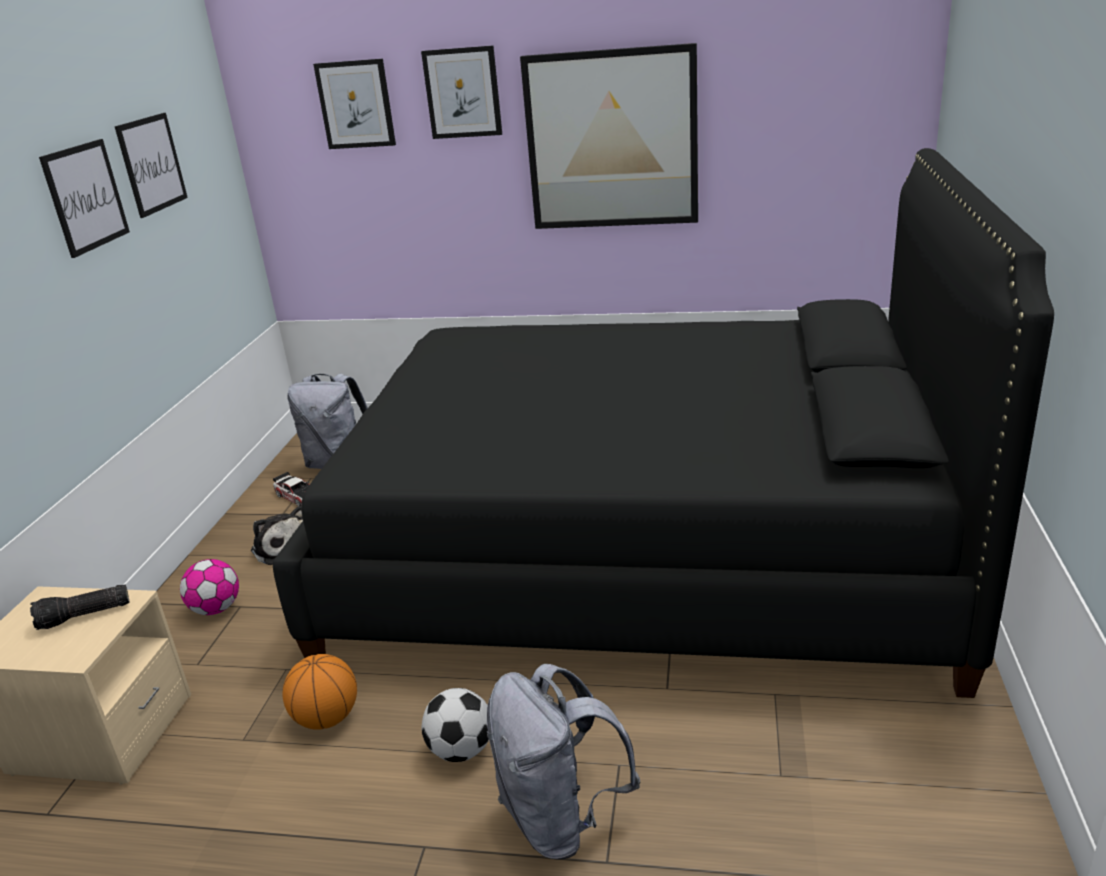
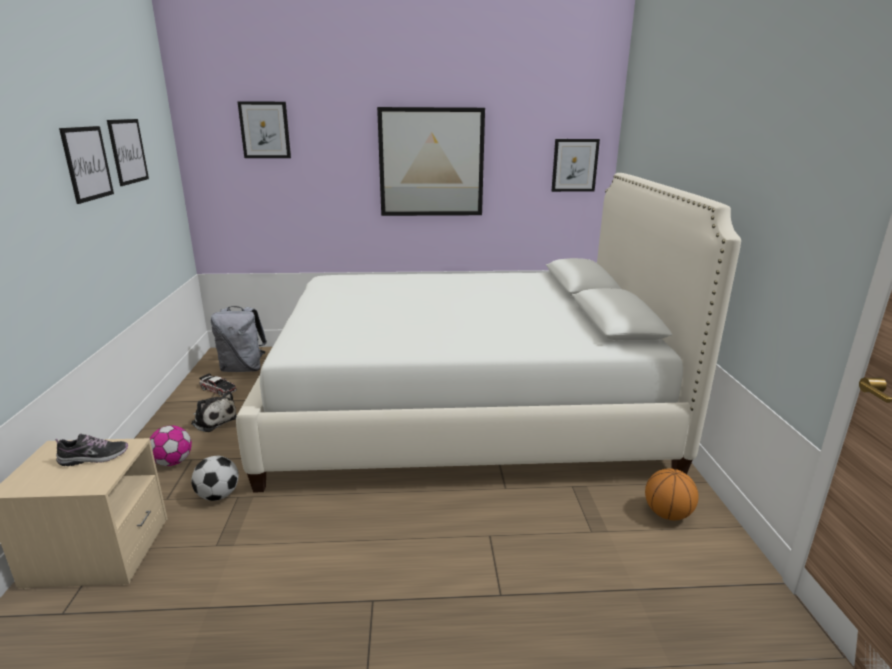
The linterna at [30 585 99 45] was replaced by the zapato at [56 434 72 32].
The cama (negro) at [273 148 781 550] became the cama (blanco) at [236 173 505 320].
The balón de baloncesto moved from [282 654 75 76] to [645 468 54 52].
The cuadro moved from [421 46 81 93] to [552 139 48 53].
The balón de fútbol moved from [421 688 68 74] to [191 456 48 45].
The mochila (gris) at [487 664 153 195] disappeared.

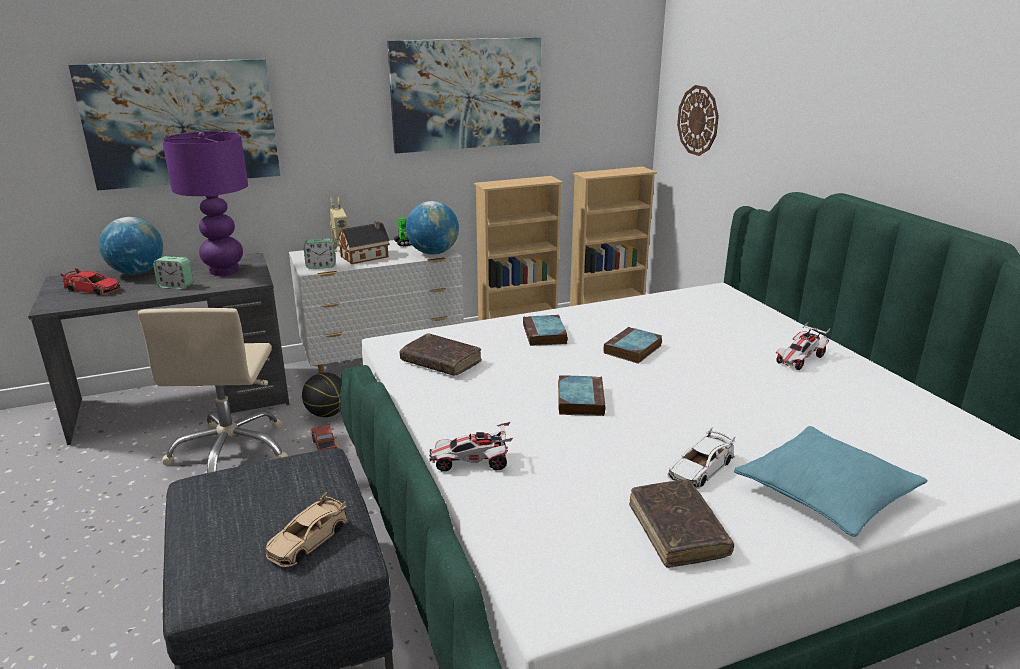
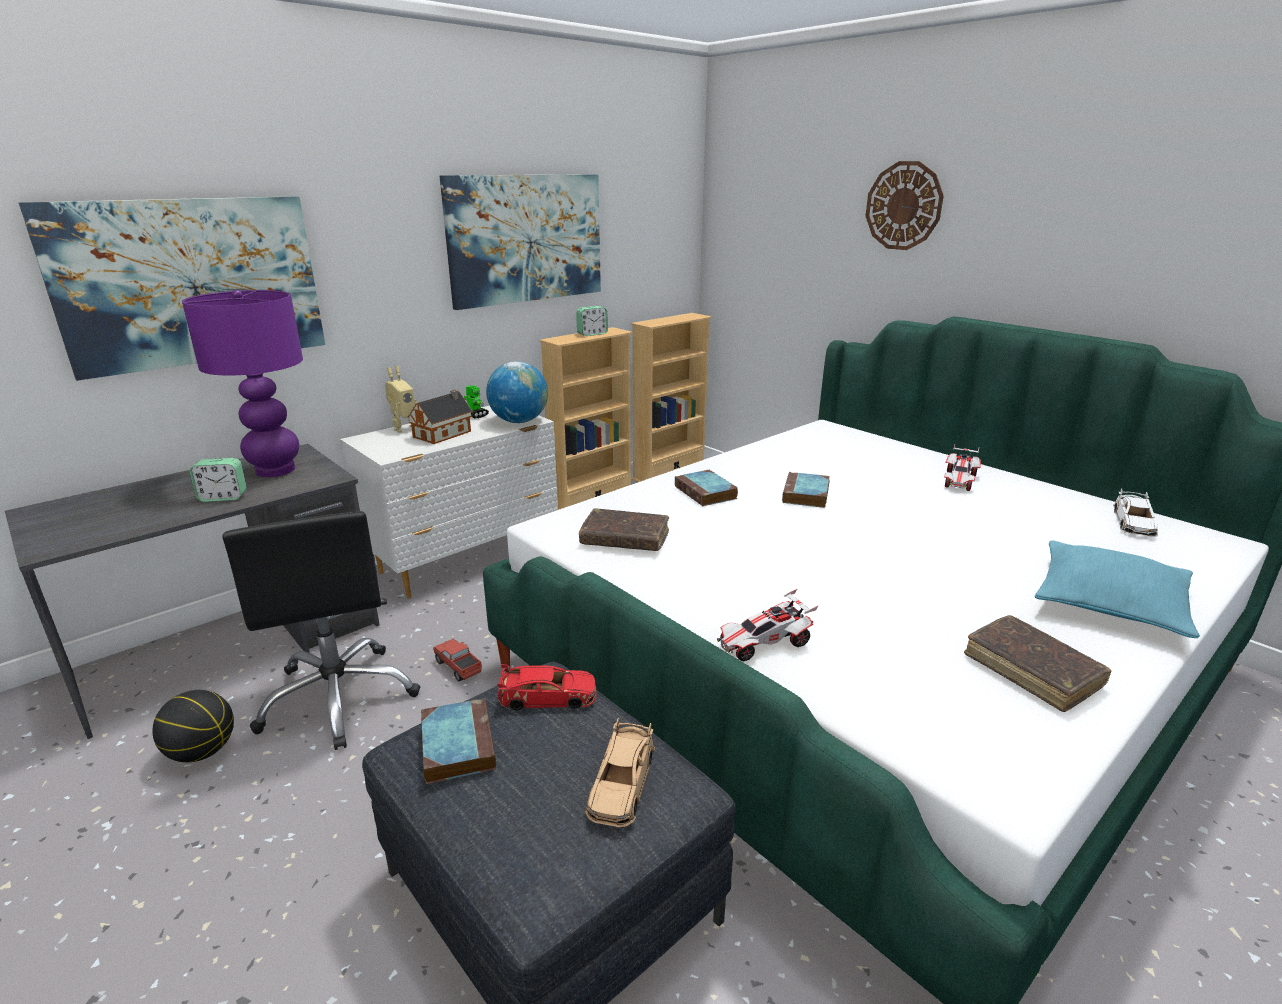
The coche de juguete (rojo) moved from [61 268 60 27] to [497 664 99 46].
The globo terráqueo at [99 217 64 58] disappeared.
The silla de oficina (beis) at [138 308 150 165] became the silla de oficina (negro) at [222 511 198 239].
The balón de baloncesto moved from [302 372 39 45] to [152 690 82 72].
The despertador moved from [303 238 33 31] to [576 306 32 30].
The libro moved from [558 375 47 41] to [421 698 75 86].
The coche de juguete (blanco) moved from [667 427 69 62] to [1113 489 45 48].
The reloj de pared moved from [677 85 42 71] to [866 161 78 89].

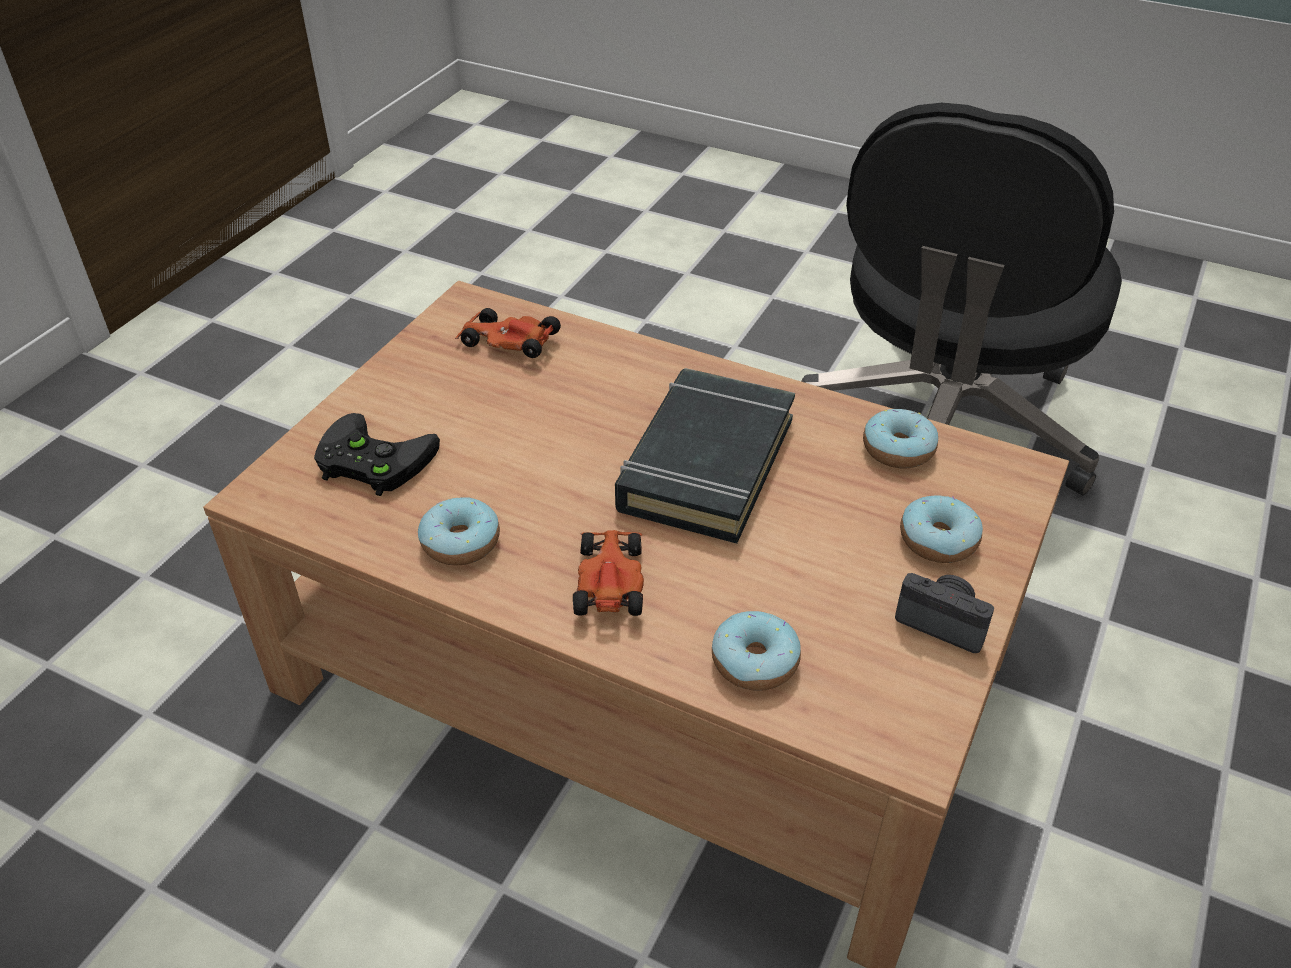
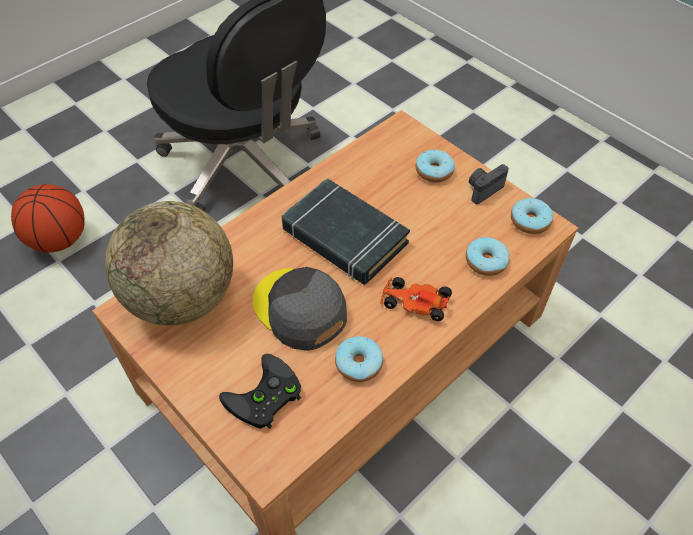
The coche de juguete at [455 308 106 50] was replaced by the globo terráqueo at [105 201 128 125].
The rosquilla moved from [863 409 75 60] to [511 198 42 36].
The balón de baloncesto at [11 184 74 69] appeared.
The gorra (gris) at [253 267 94 84] appeared.

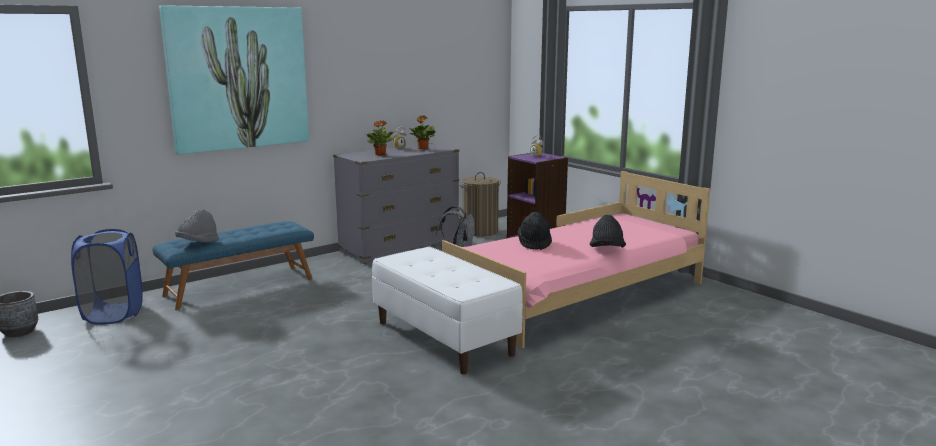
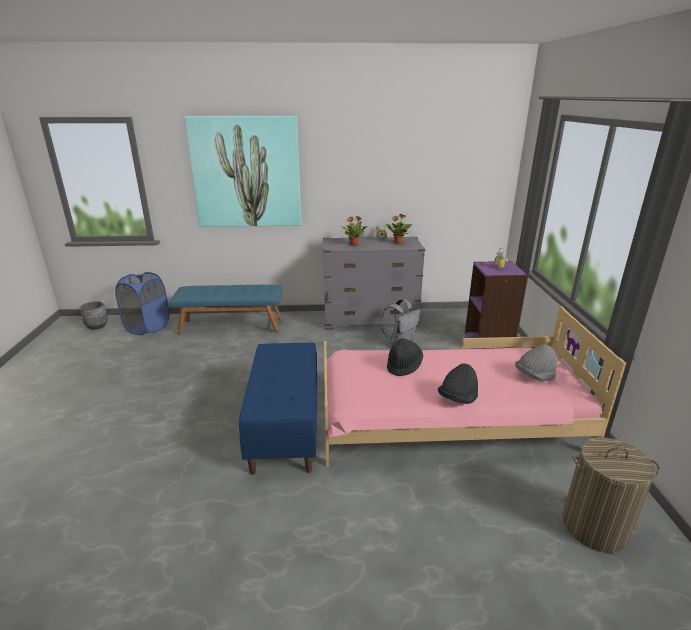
The sombrero (gris) moved from [175 209 44 33] to [515 344 42 37].
The banco (blanco) at [372 247 151 127] became the banco (azul) at [239 343 78 132].
The cesto de la ropa moved from [460 172 41 65] to [563 437 97 116].

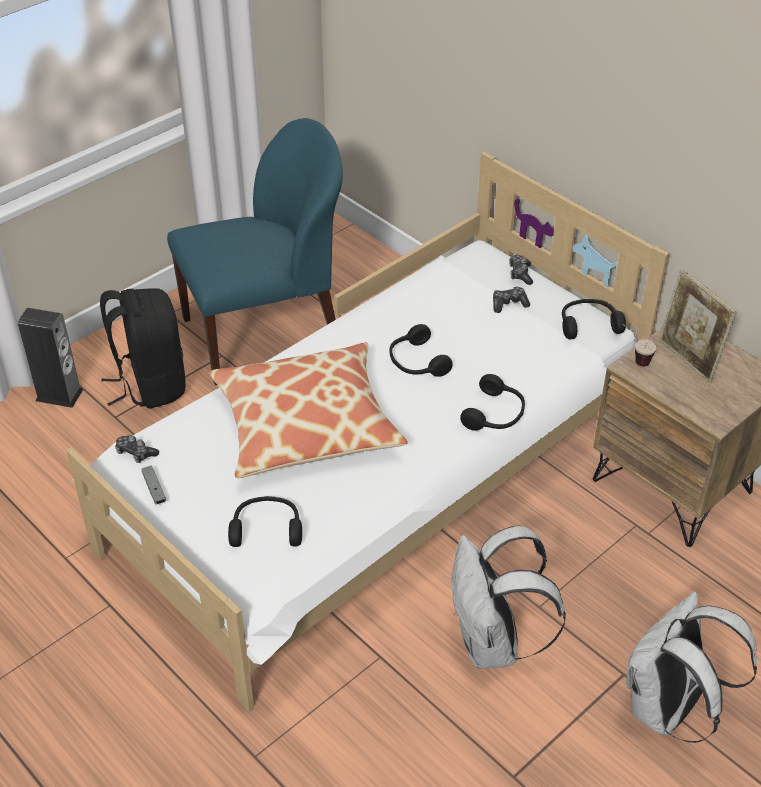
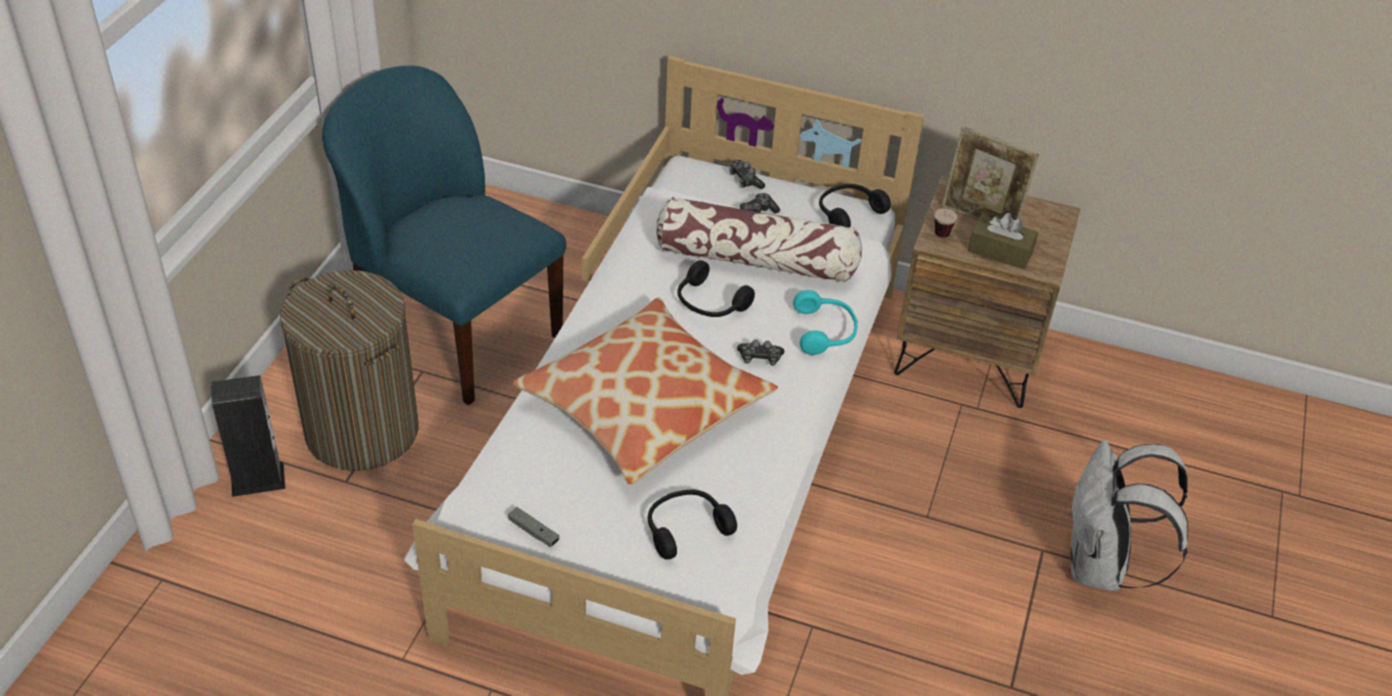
The mochila (negro) at [100 288 86 121] was replaced by the cesto de la ropa at [280 270 139 201].
The mando de consola moved from [115 435 44 28] to [737 340 47 26].
The silla (azul) at [167 118 176 267] turned 90 degrees counterclockwise.
The mochila (blanco) at [451 526 115 143] disappeared.
The auriculares (negro) at [460 374 65 57] became the auriculares (turquesa) at [793 290 65 65].
The cojín at [656 197 206 86] appeared.
The caja de pañuelos (marrón) at [968 213 70 56] appeared.

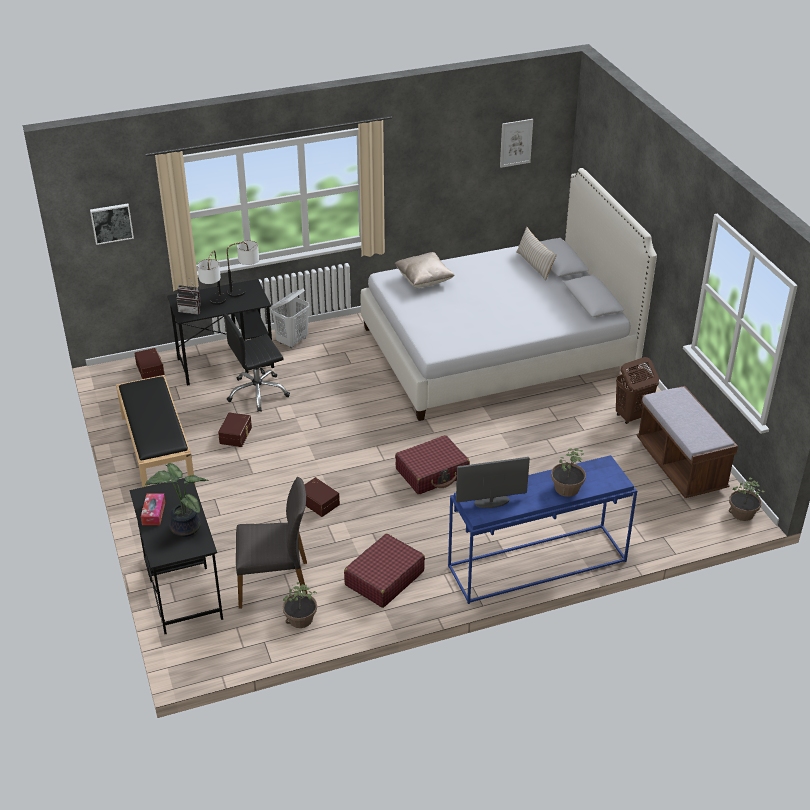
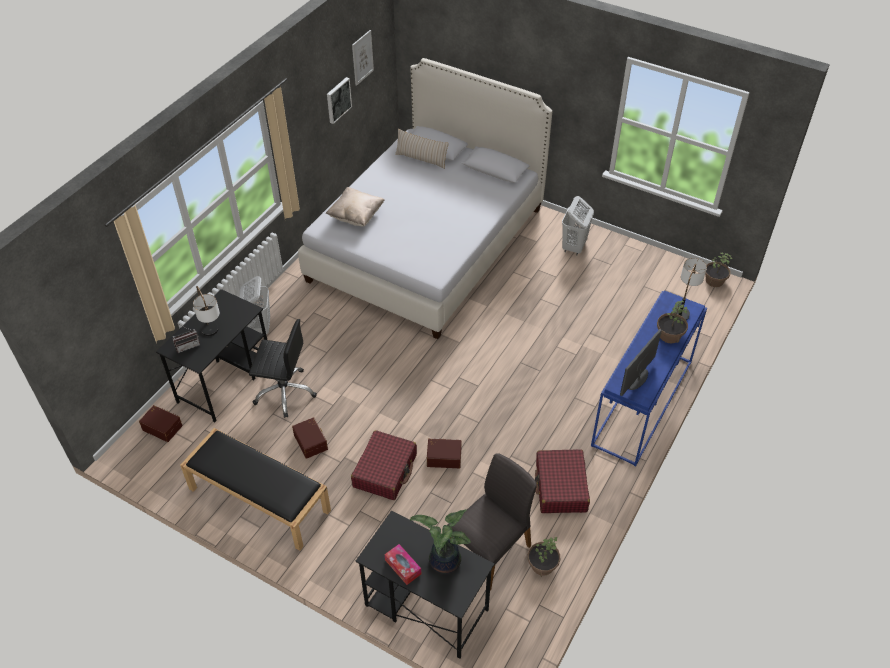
The cuadro moved from [90 203 44 42] to [327 77 25 47].
The radio at [176 287 24 28] disappeared.
The silla de oficina (negro) at [224 314 66 98] turned 105 degrees counterclockwise.
The lámpara de mesa moved from [227 240 32 57] to [675 258 32 63].
The maleta (rojo) moved from [395 435 75 59] to [351 430 66 70].
The cesto de la ropa (marrón) at [616 357 43 67] became the cesto de la ropa (blanco) at [562 196 32 59].
The banco (marrón) at [636 386 102 112] disappeared.

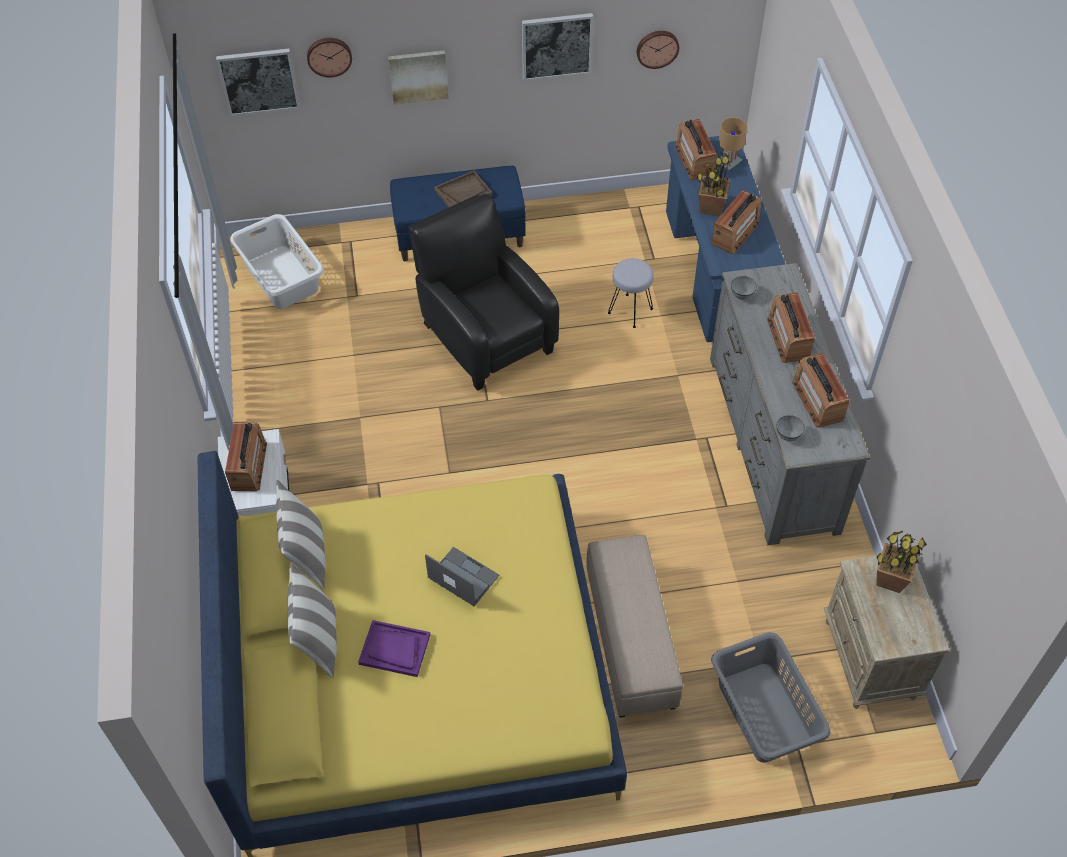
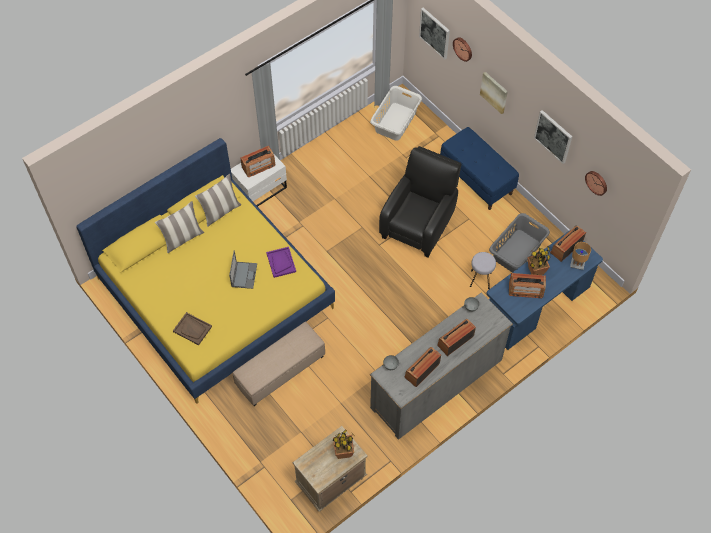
The bandeja (morado) moved from [358 620 72 57] to [266 247 30 31].
The bandeja (marrón) moved from [434 171 58 37] to [173 312 39 33].
The cesto de la ropa (gris) moved from [711 632 119 131] to [489 213 61 59].

